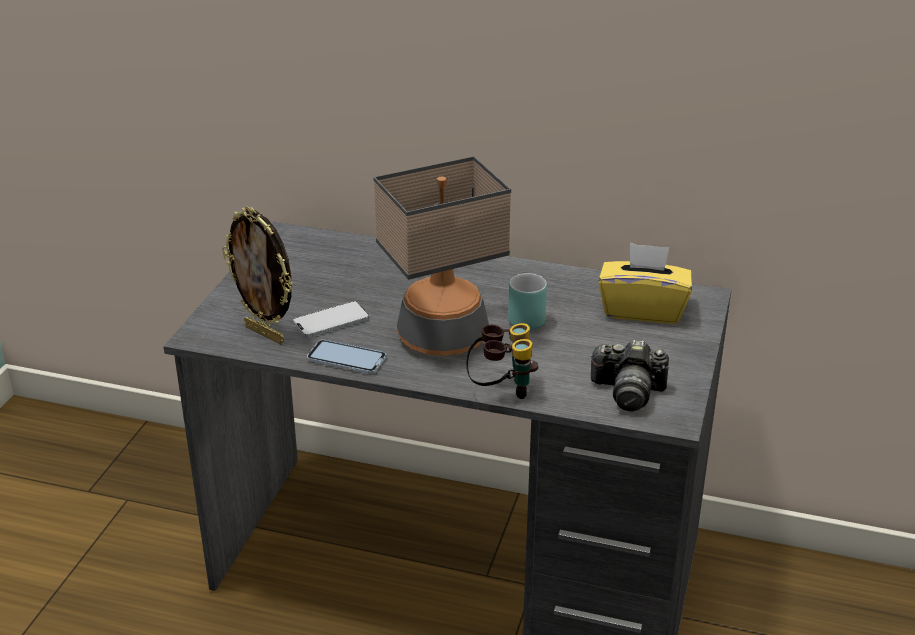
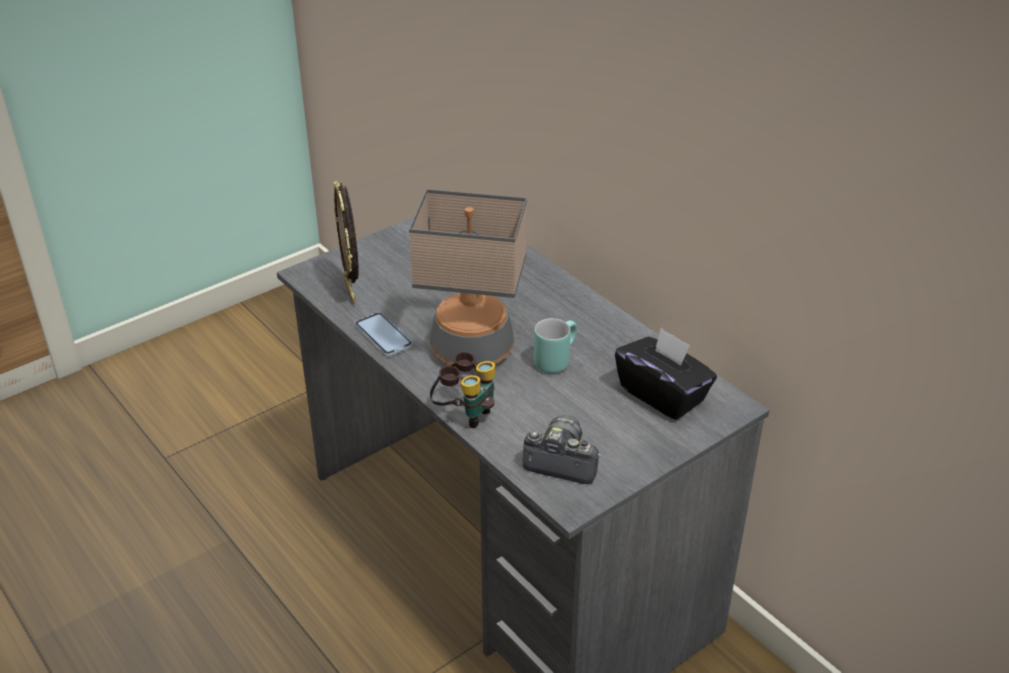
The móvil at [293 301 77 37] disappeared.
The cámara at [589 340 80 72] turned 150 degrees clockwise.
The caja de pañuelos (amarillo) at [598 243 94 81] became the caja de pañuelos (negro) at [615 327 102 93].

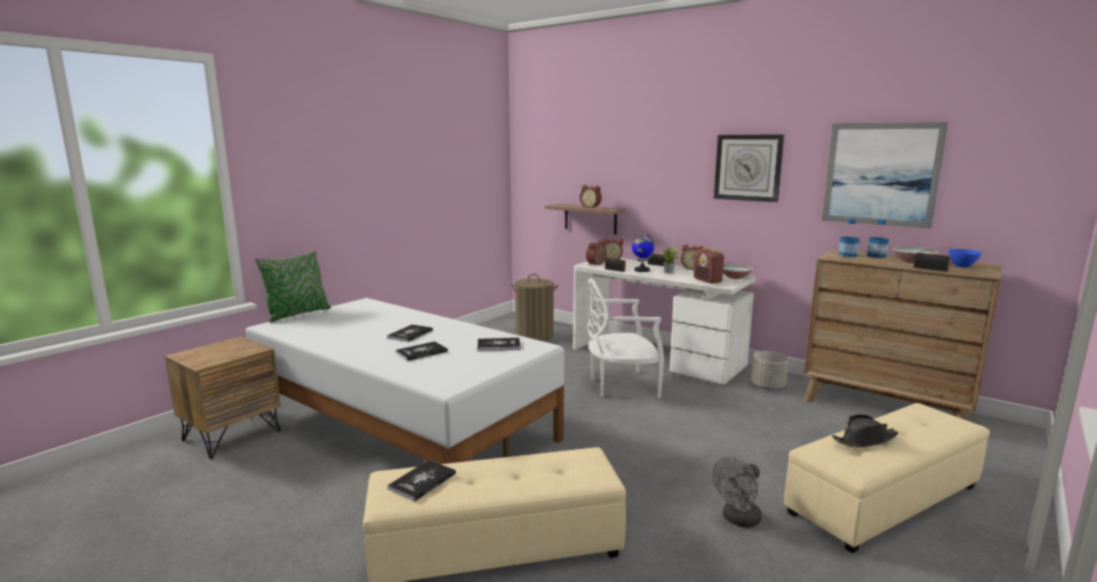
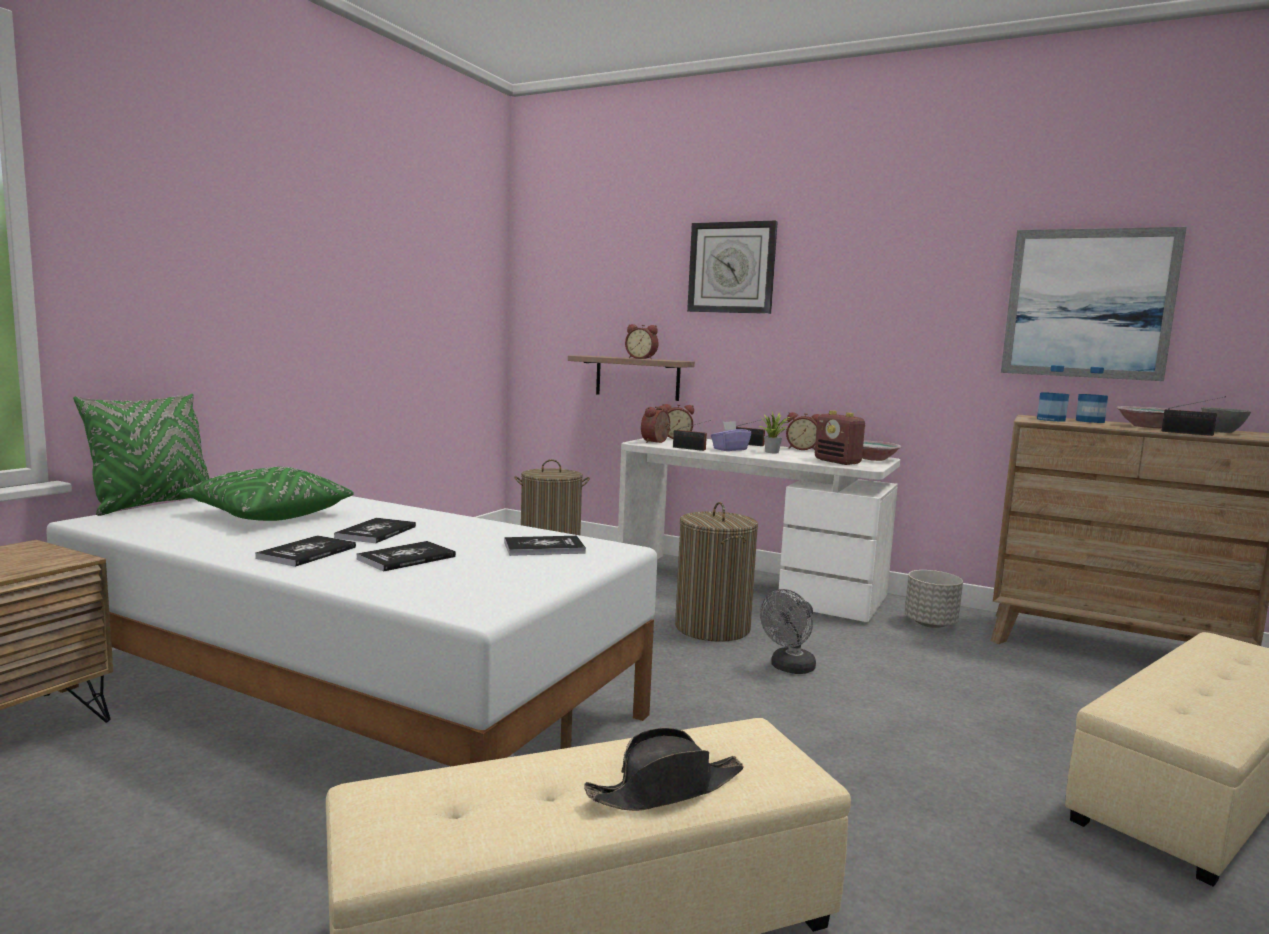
The libro moved from [387 460 69 41] to [255 535 101 32].
The silla (blanco) at [587 278 77 120] was replaced by the cesto de la ropa at [675 502 83 140].
The globo terráqueo at [632 234 23 38] was replaced by the caja de pañuelos (morado) at [711 421 41 30].
The ventilador (gris) moved from [713 457 49 71] to [760 589 56 85].
The reloj de pared moved from [714 134 70 68] to [687 221 91 93].
The sombrero (negro) moved from [832 414 67 34] to [584 728 160 83].
The cuenco (azul) at [949 249 33 19] became the cuenco (gris) at [1201 407 50 26].
The cojín (verde) at [180 467 174 54] appeared.

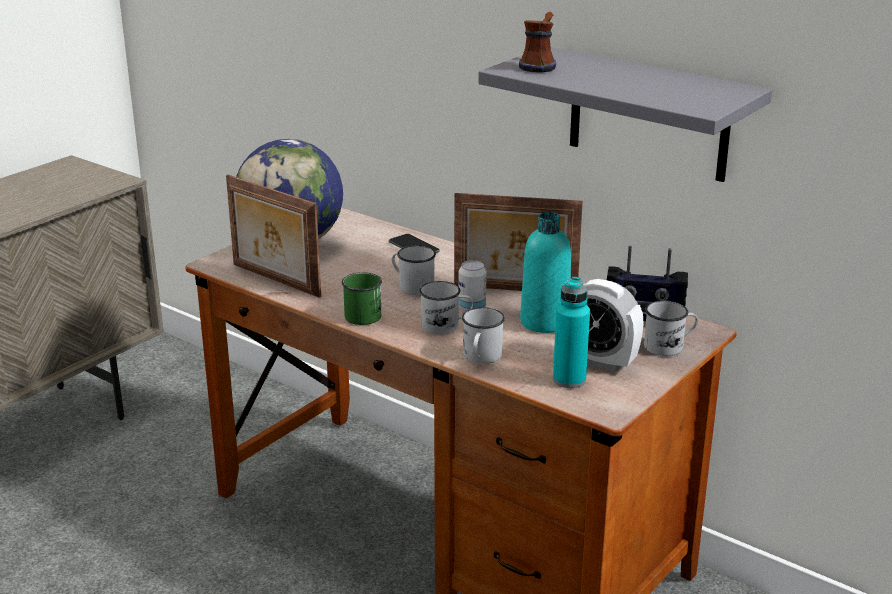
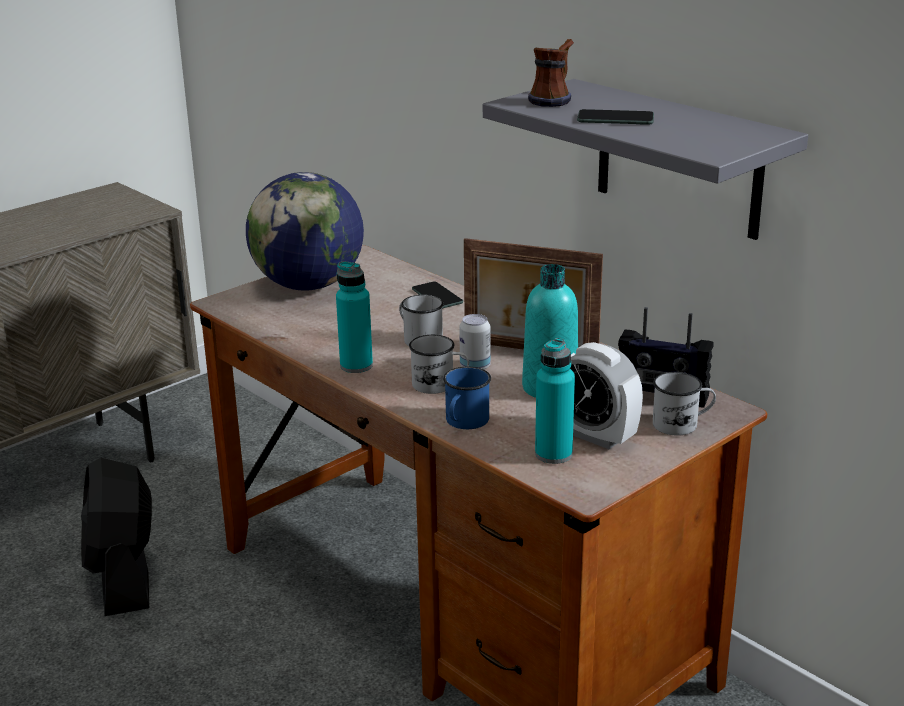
The portarretratos at [226 175 95 123] disappeared.
The taza grande (verde) at [342 272 40 53] was replaced by the botella (turquesa) at [336 261 37 112].
The taza grande (blanco) at [462 307 43 57] became the taza grande (azul) at [443 367 48 62].
The ventilador (negro) at [81 458 71 158] appeared.
The móvil at [577 109 77 16] appeared.

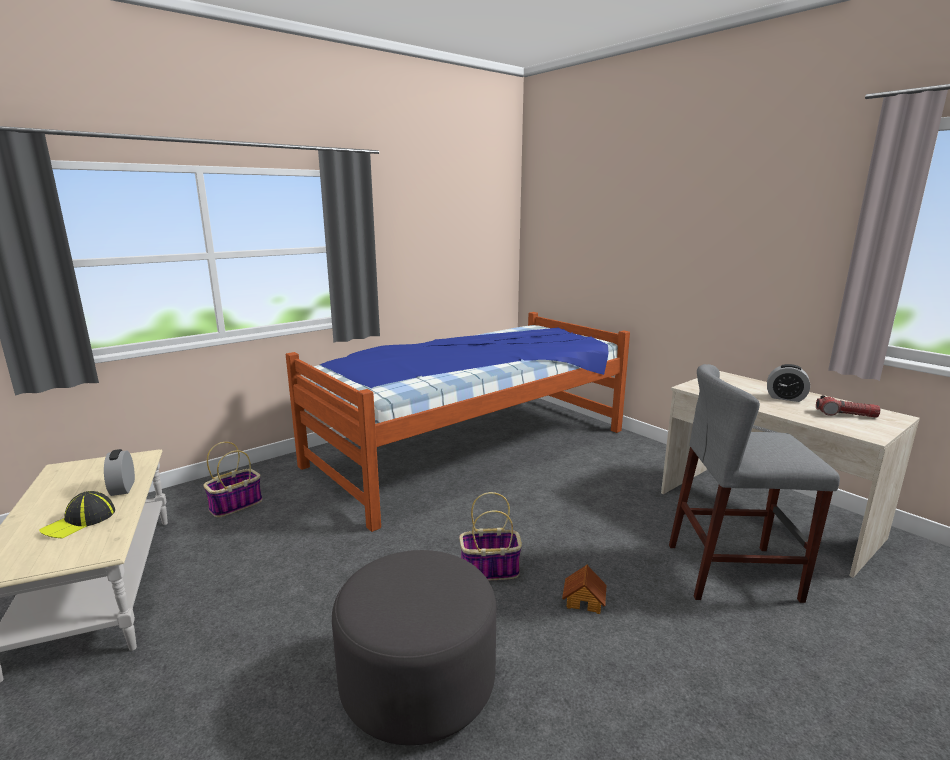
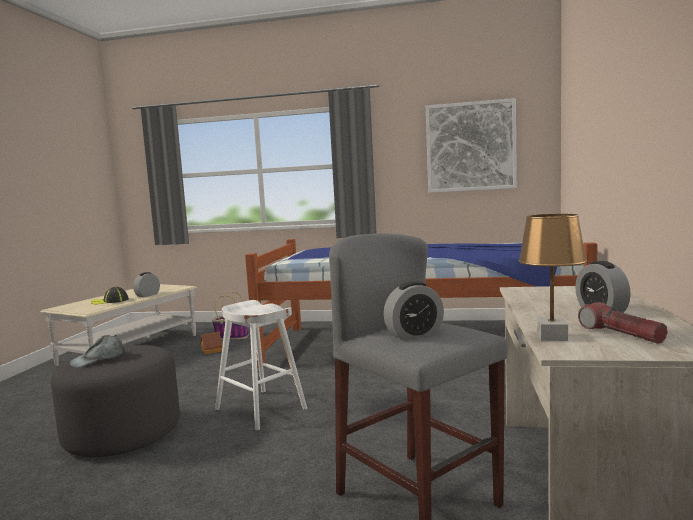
The cesta at [459 492 63 89] was replaced by the taburete (blanco) at [215 300 92 131].
The casita moved from [562 565 44 49] to [200 332 23 23].
The gorra (gris) at [70 335 55 33] appeared.
The despertador at [384 281 60 59] appeared.
The cuadro at [426 98 91 95] appeared.
The lámpara de mesa (marrón) at [519 214 68 127] appeared.

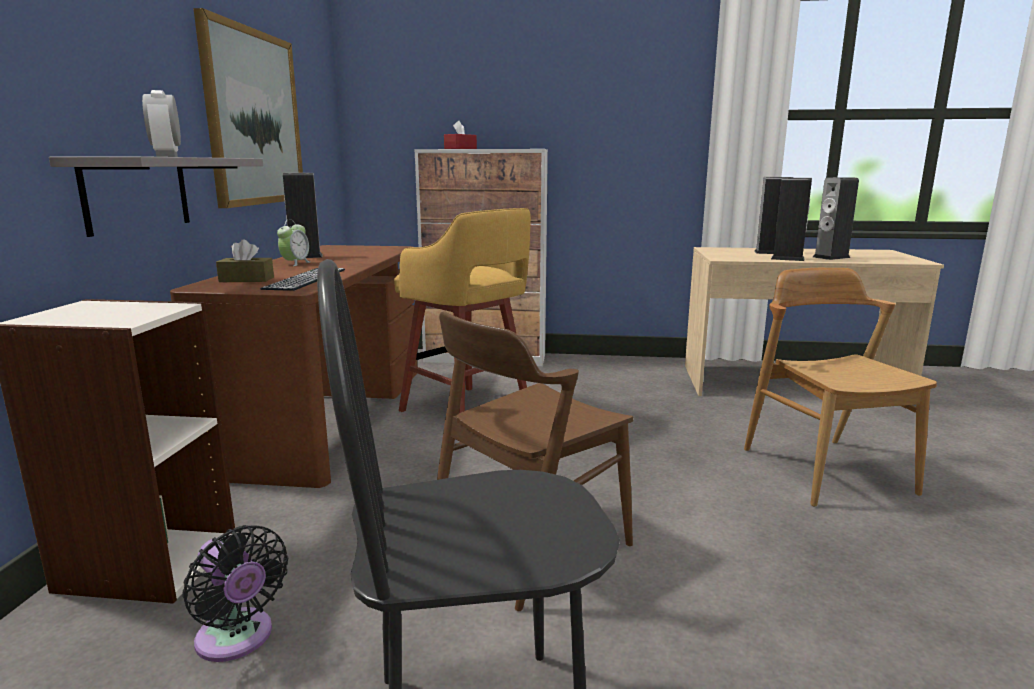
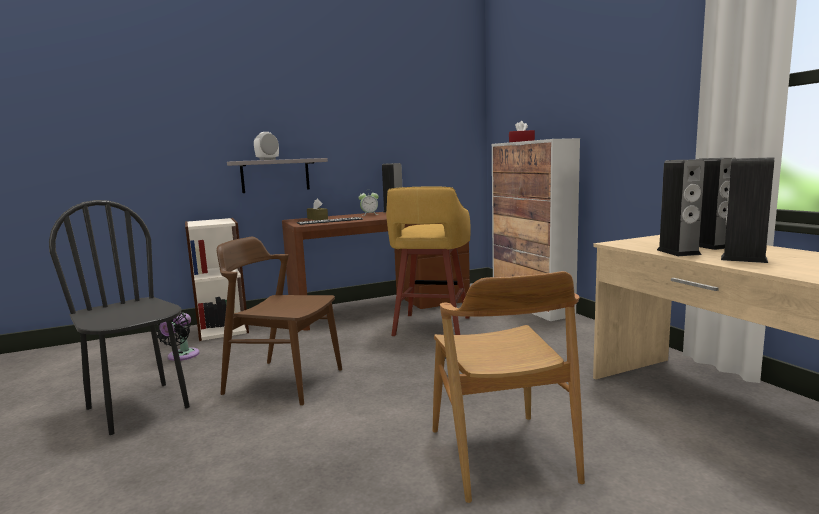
The cuadro at [193 8 110 200] disappeared.
The silla (marrón) at [744 268 193 239] turned 120 degrees clockwise.

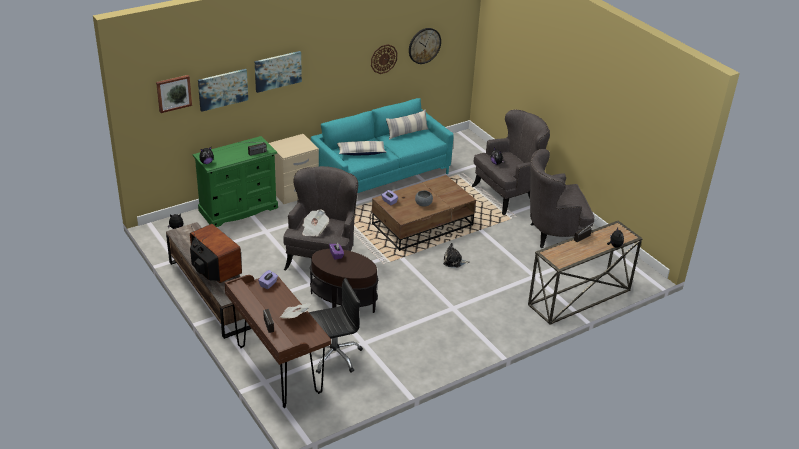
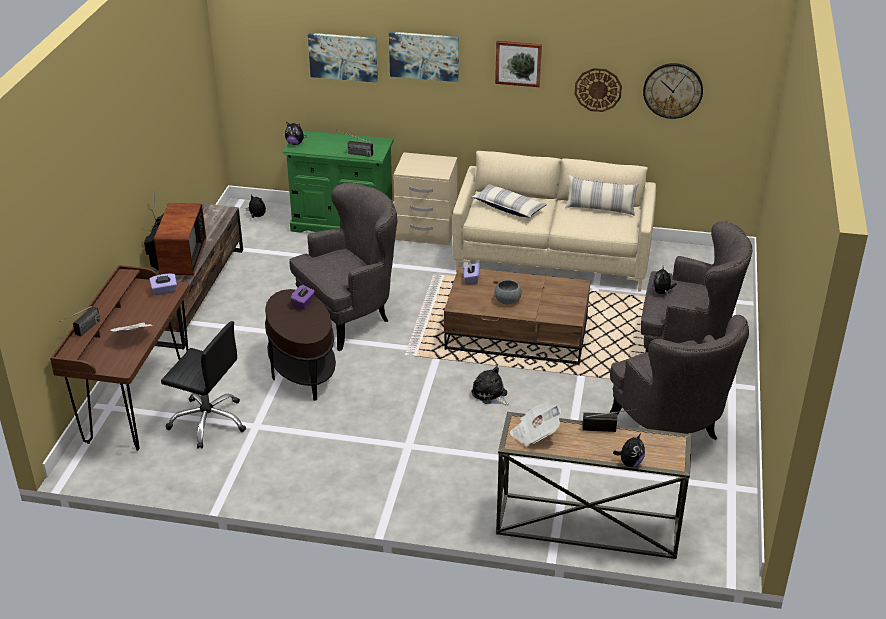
The cuadro moved from [156 75 36 38] to [495 40 47 47].
The periódico moved from [302 209 27 27] to [510 402 52 45].
The sofá (turquesa) at [311 98 143 95] became the sofá (beis) at [453 151 203 141].
The sillón (gris) at [530 149 64 99] turned 150 degrees counterclockwise.

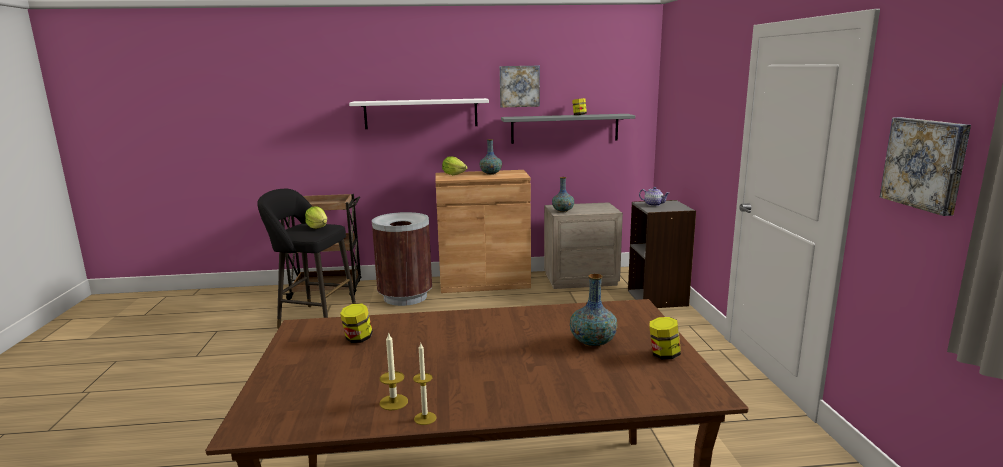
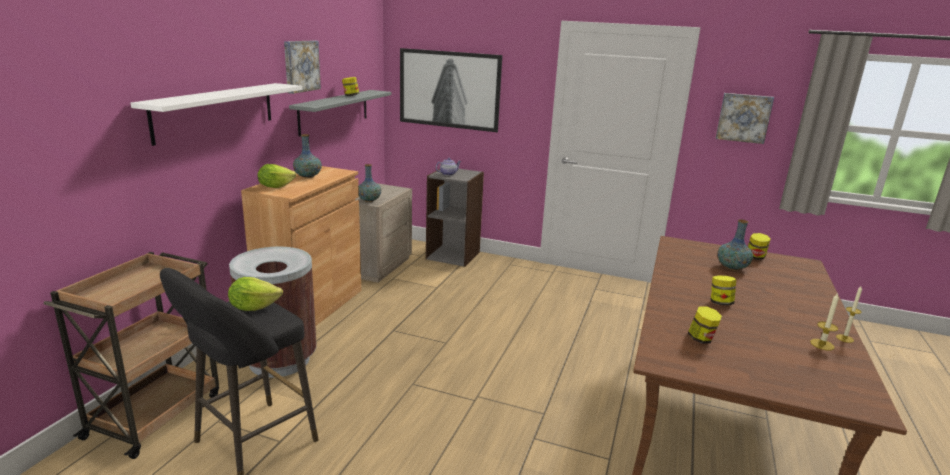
The cuadro at [400 48 102 84] appeared.
The tarro at [711 275 25 30] appeared.

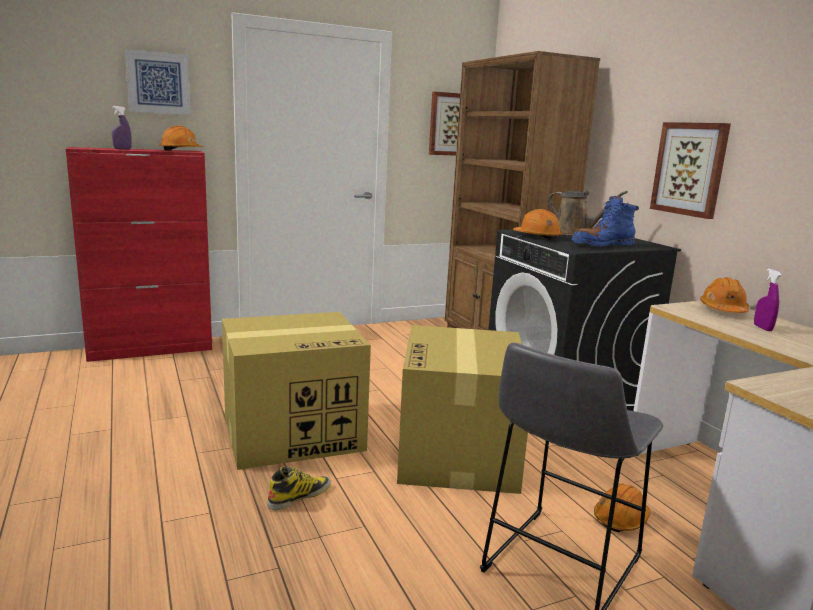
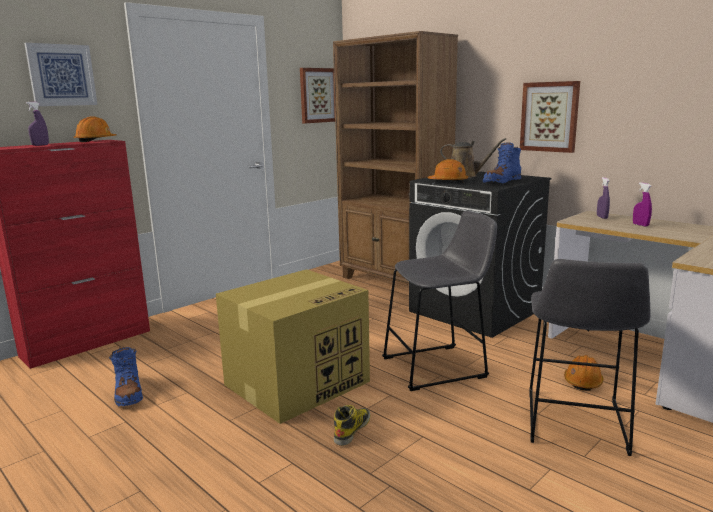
The caja de cartón at [397 325 131 169] was replaced by the taburete (gris) at [382 211 115 180].
The casco (naranja) at [700 277 49 36] was replaced by the pulverizador (morado) at [597 177 13 42].
The bota (azul) at [109 346 34 60] appeared.

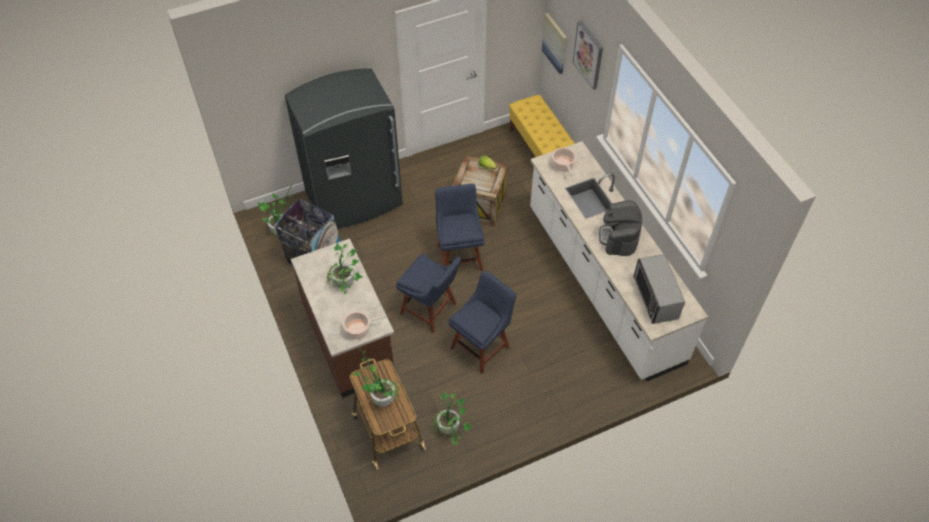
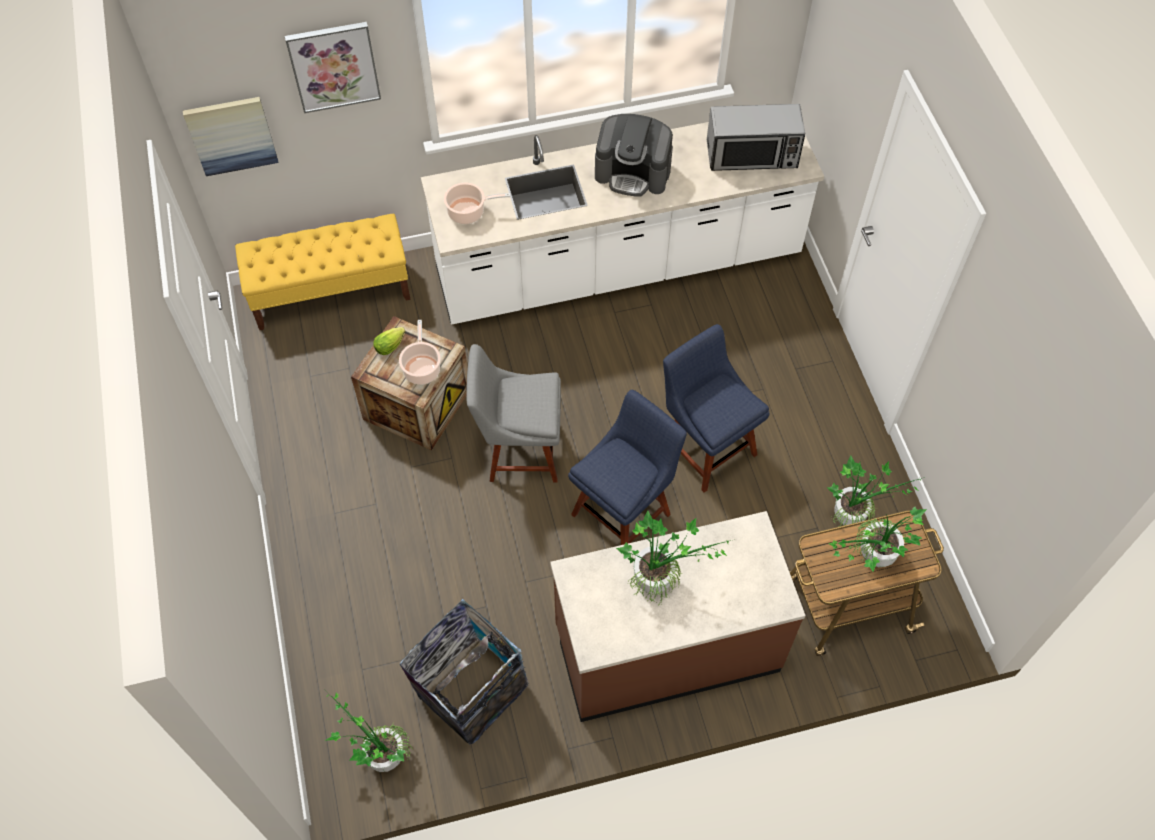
The nevera (gris) at [285 68 118 161] disappeared.
The olla moved from [343 311 43 28] to [399 320 42 65].
The silla (azul) at [435 184 50 87] became the silla (gris) at [466 344 95 138].

